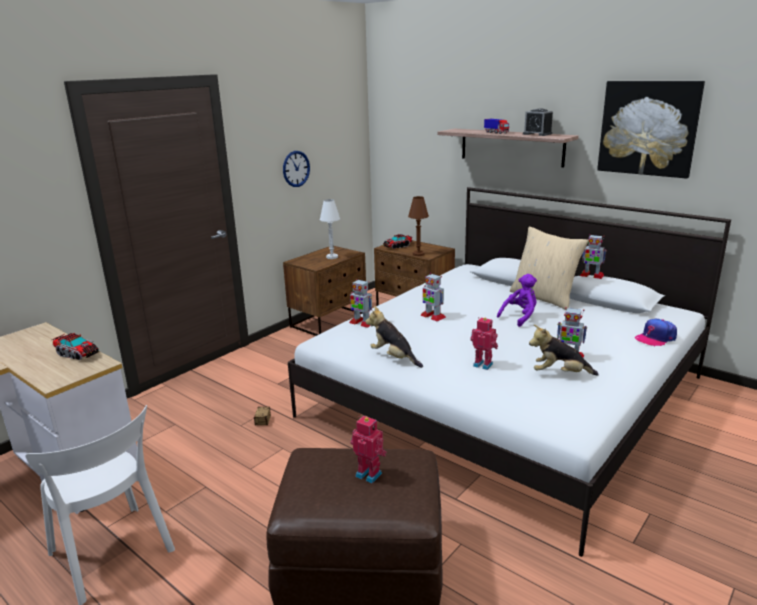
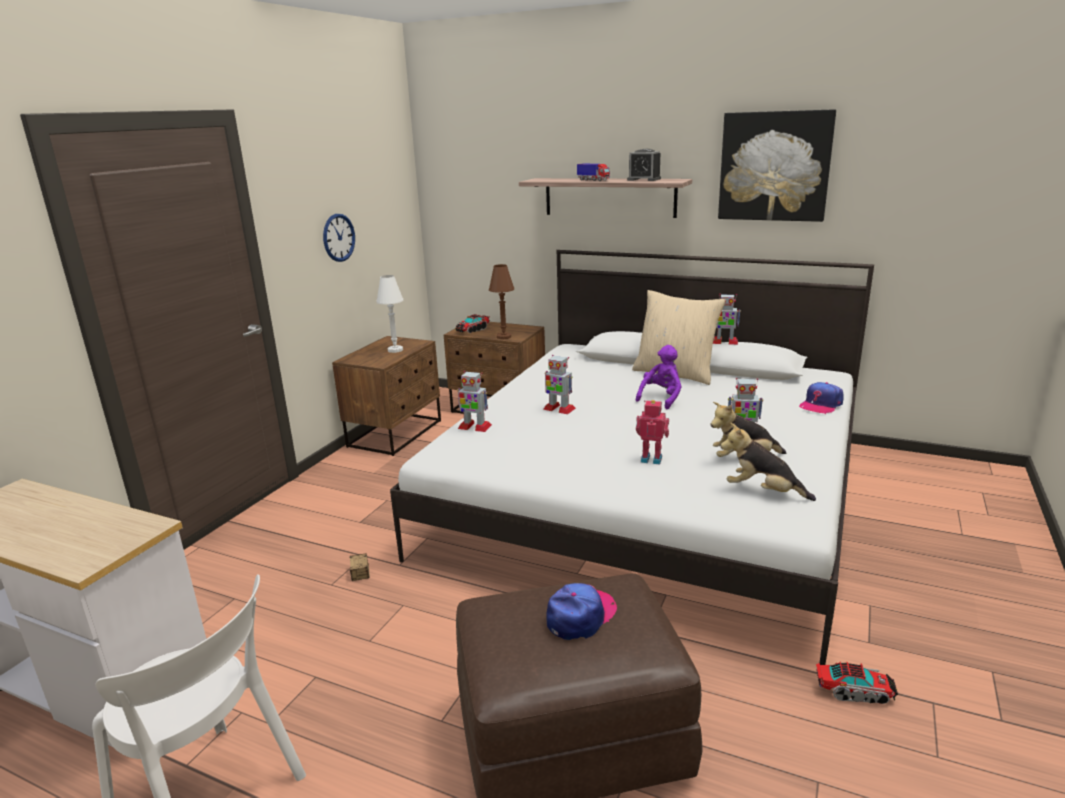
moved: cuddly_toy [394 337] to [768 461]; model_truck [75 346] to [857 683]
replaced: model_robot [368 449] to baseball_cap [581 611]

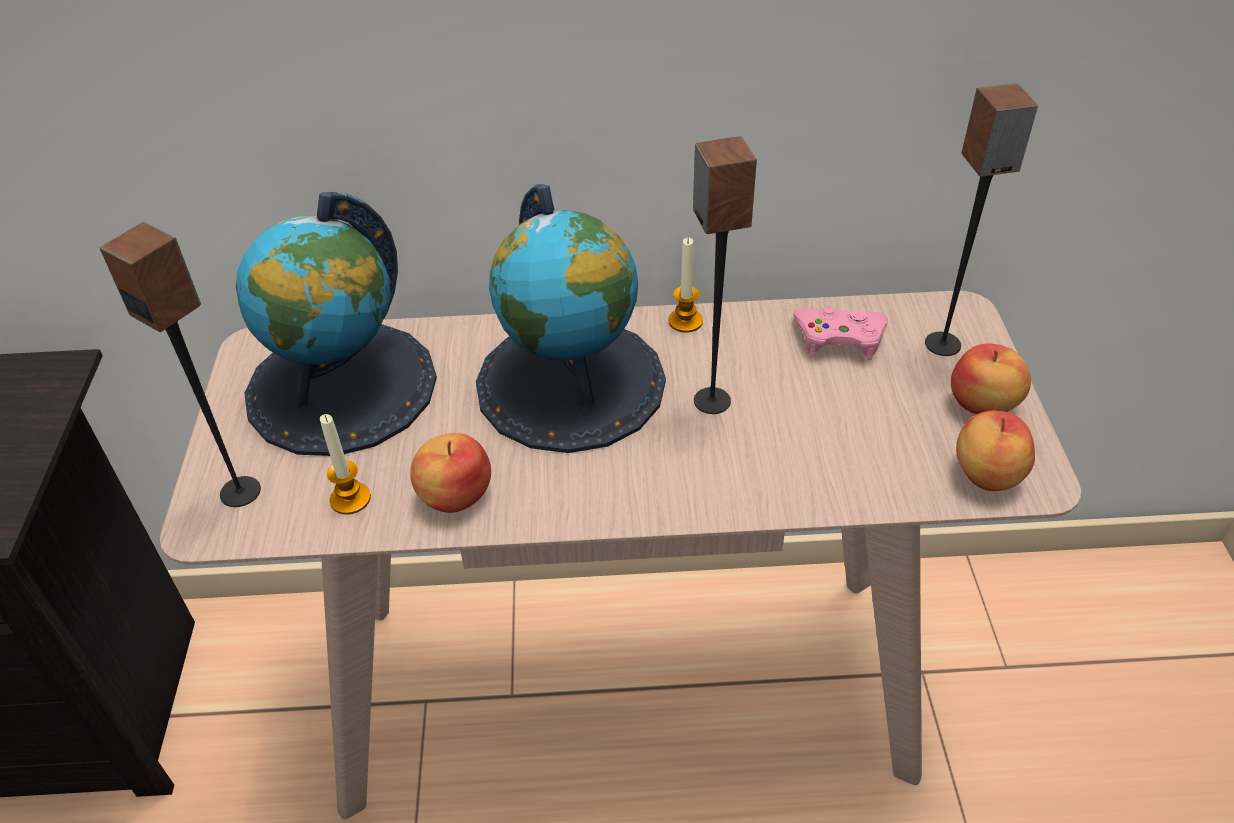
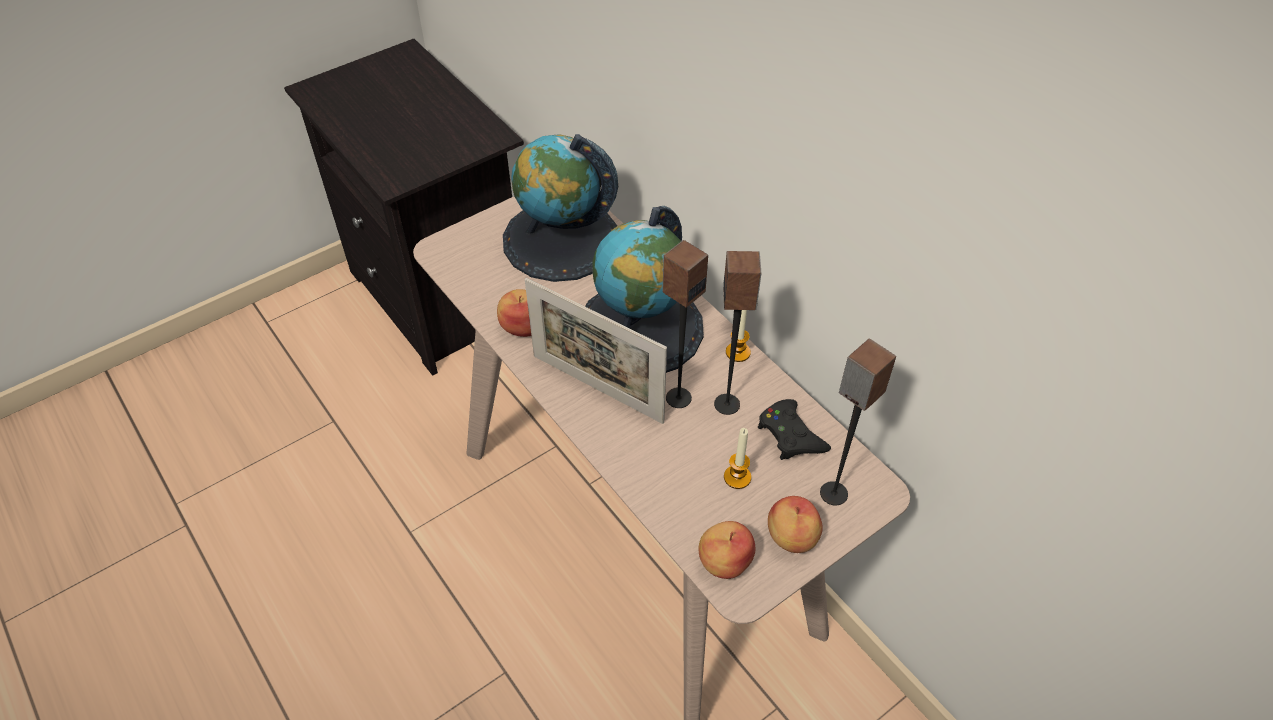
added: photo_frame [596 351]
moved: loudspeaker [180 364] to [738 333]; wax_light [345 464] to [737 458]
recoloured: pinkish_game_controller [840 333] to black-coloured_game_controller [794 429]

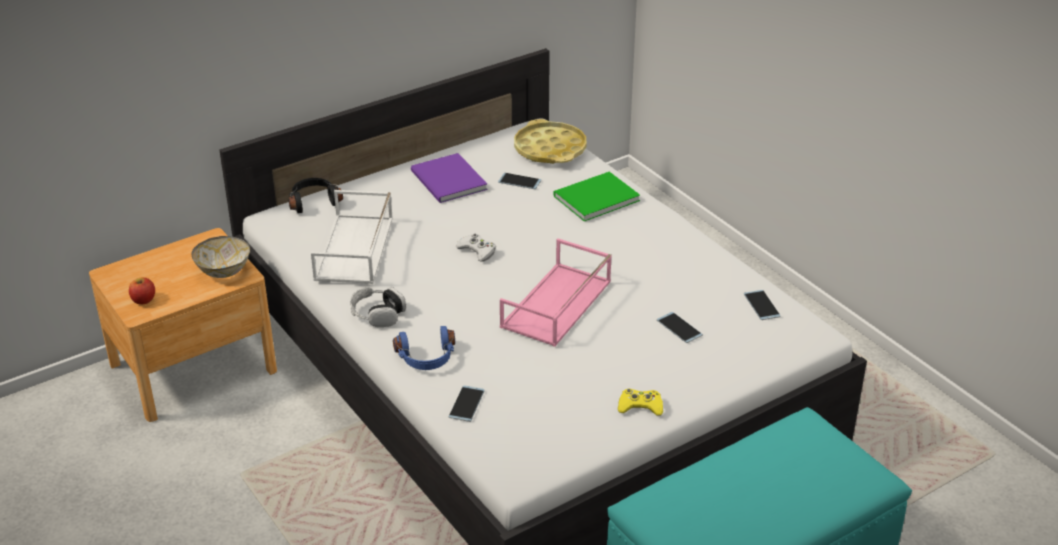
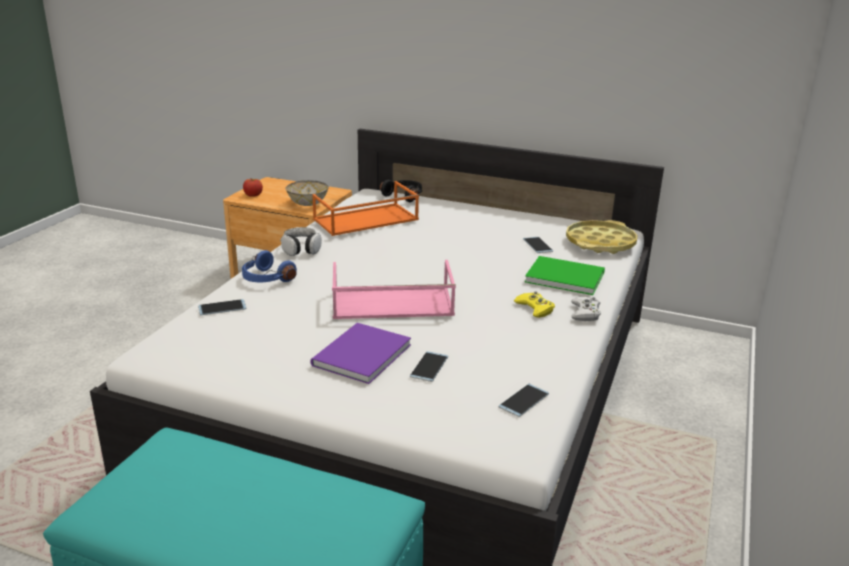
moved: purple_bound_book [449 178] to [361 353]; white-coloured_game_controller [475 248] to [586 308]; yellow_game_controller [640 402] to [534 304]
recoloured: white-coloured_serving_tray [352 237] to orangey_serving_tray [365 208]

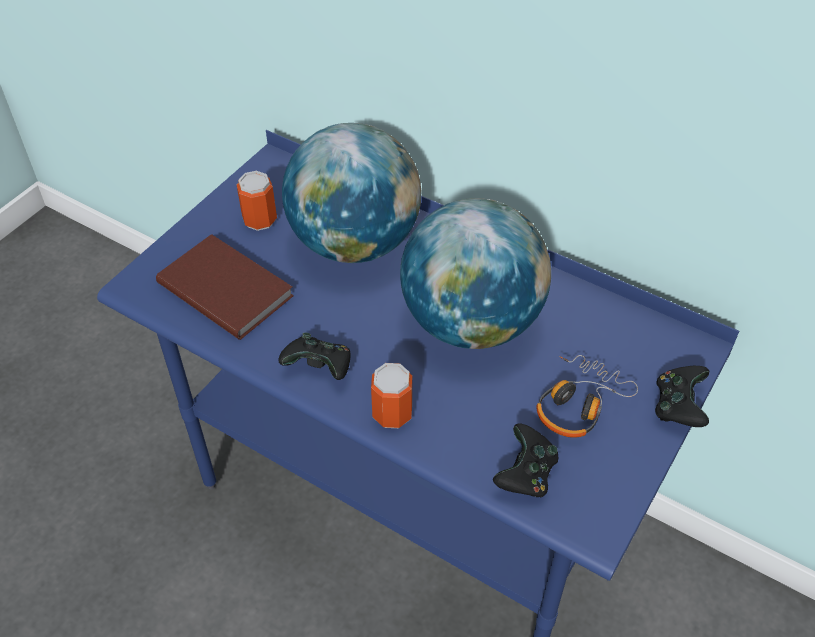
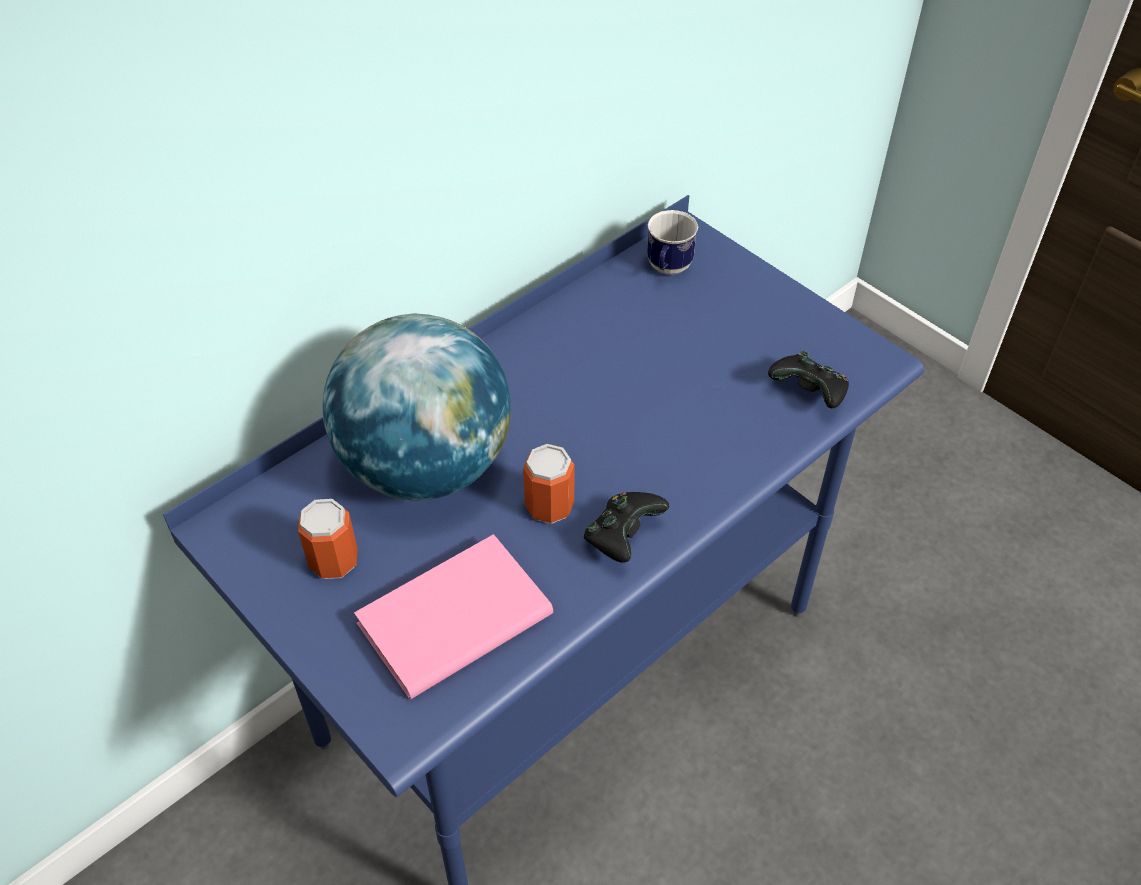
removed: world_globe [475 273]; headphones [587 396]; black-coloured_game_controller [682 396]
added: mug [672 242]
moved: metal_can [391 395] to [548 484]
recoloured: brownish_bound_book [225 287] to pinkish_bound_book [453 617]

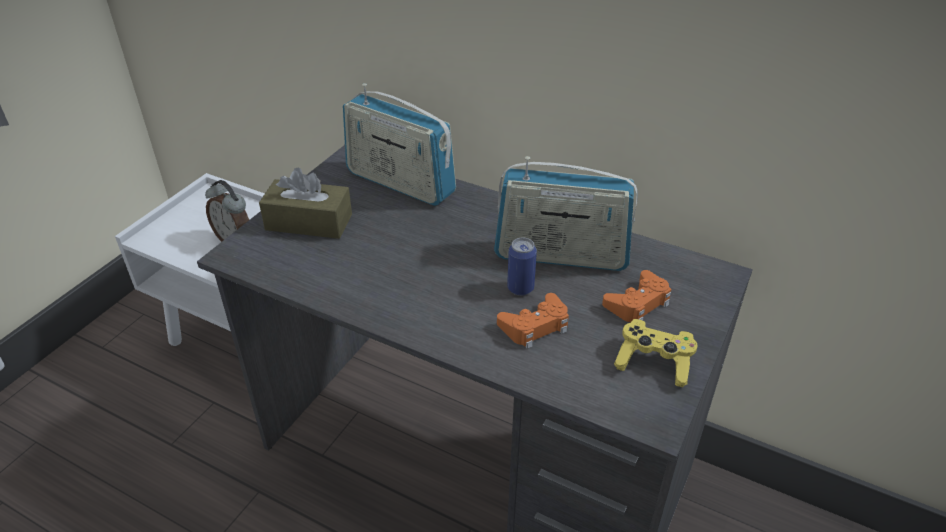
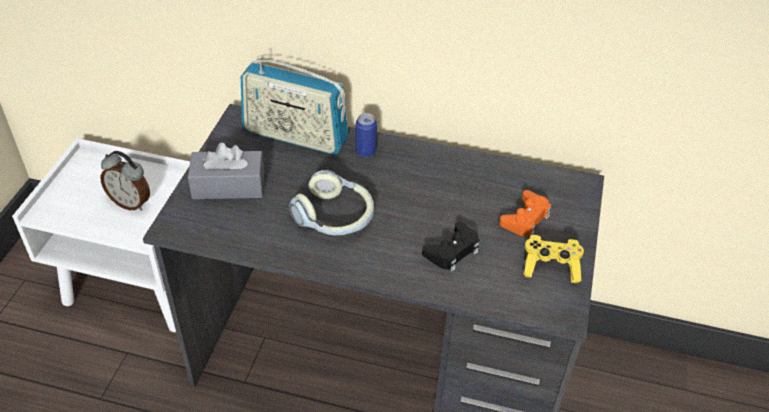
removed: radio_set [566 213]
added: headphones [331 202]
moved: metal_can [522 267] to [366 135]
recoloured: brownish_box_of_tissues [305 203] to gray_box_of_tissues [226 171]; orangey_game_controller [533 321] to black-coloured_game_controller [450 247]

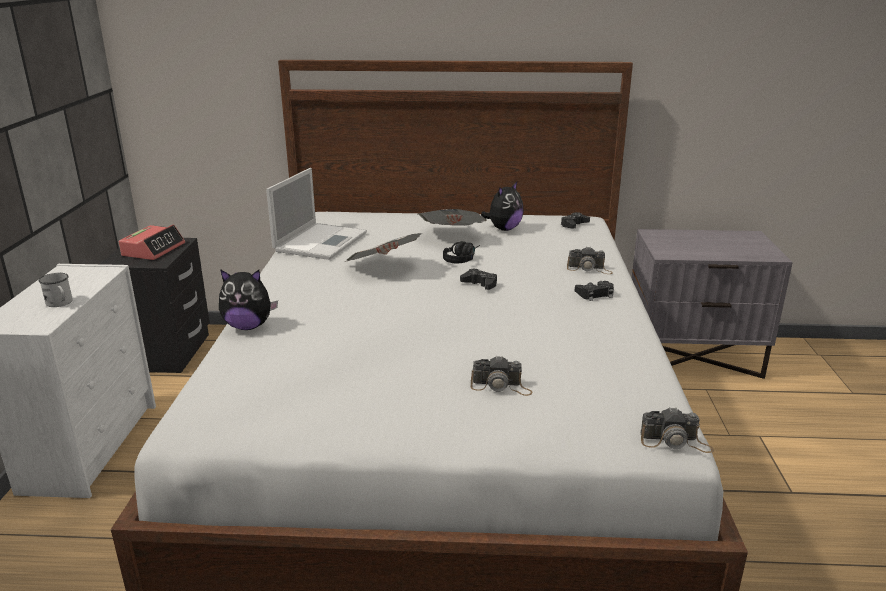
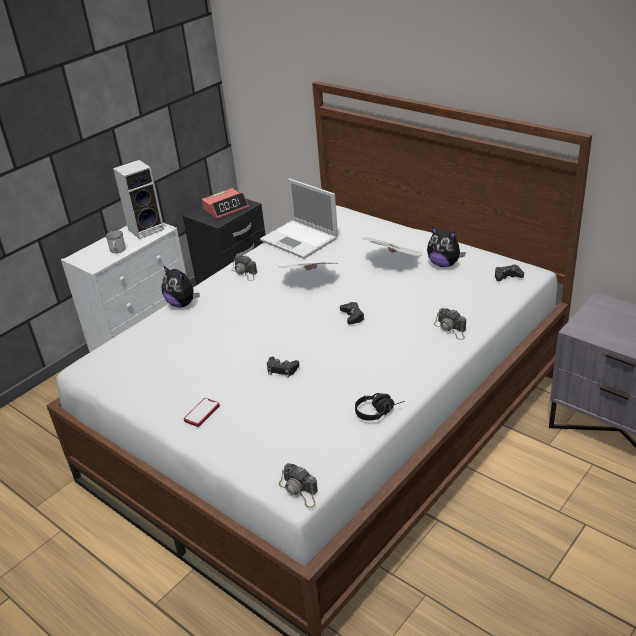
added: loudspeaker [138 199]; phone [202 412]
moved: black-coloured_headphones [461 252] to [380 407]; black-coloured_game_controller [594 291] to [283 367]; still_camera [501 375] to [244 268]
turned: notebook_computer [316 214] = [299 219] 75 degrees clockwise; cuddly_toy [502 206] = [446 246] 45 degrees clockwise

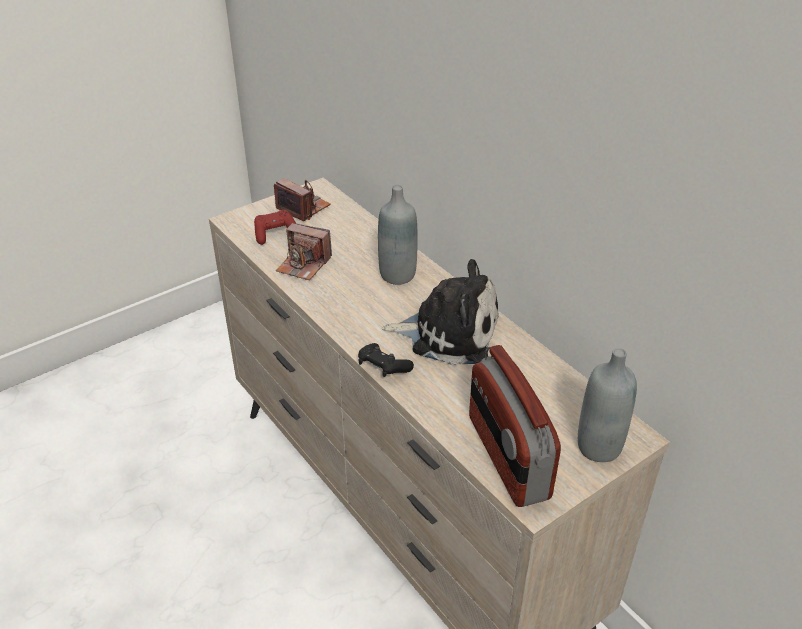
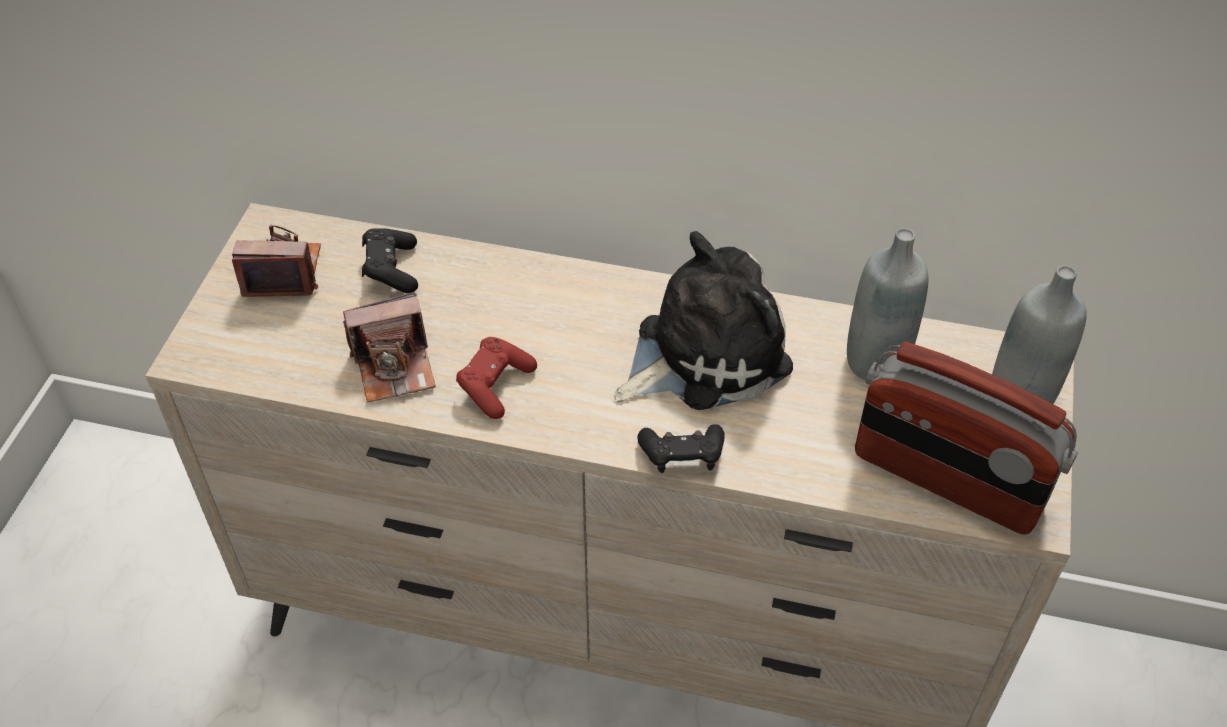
added: black-coloured_game_controller [390 260]
moved: gray_bottle [398 235] to [887 304]; red-coloured_game_controller [275 227] to [496 378]

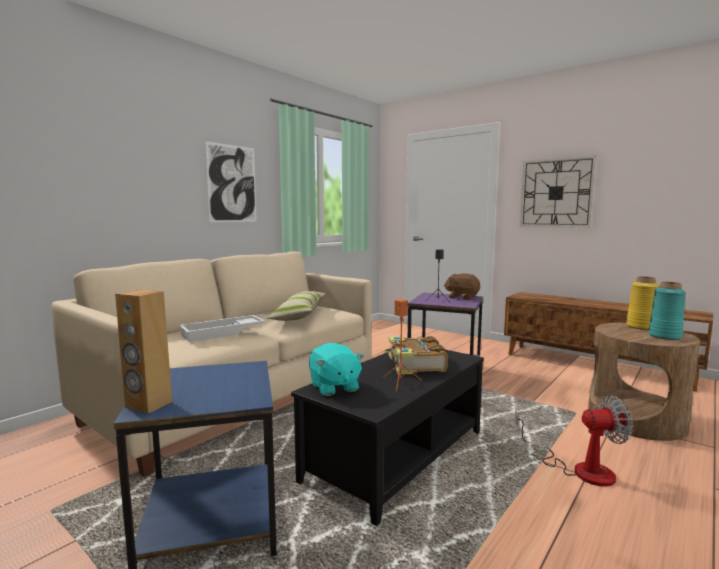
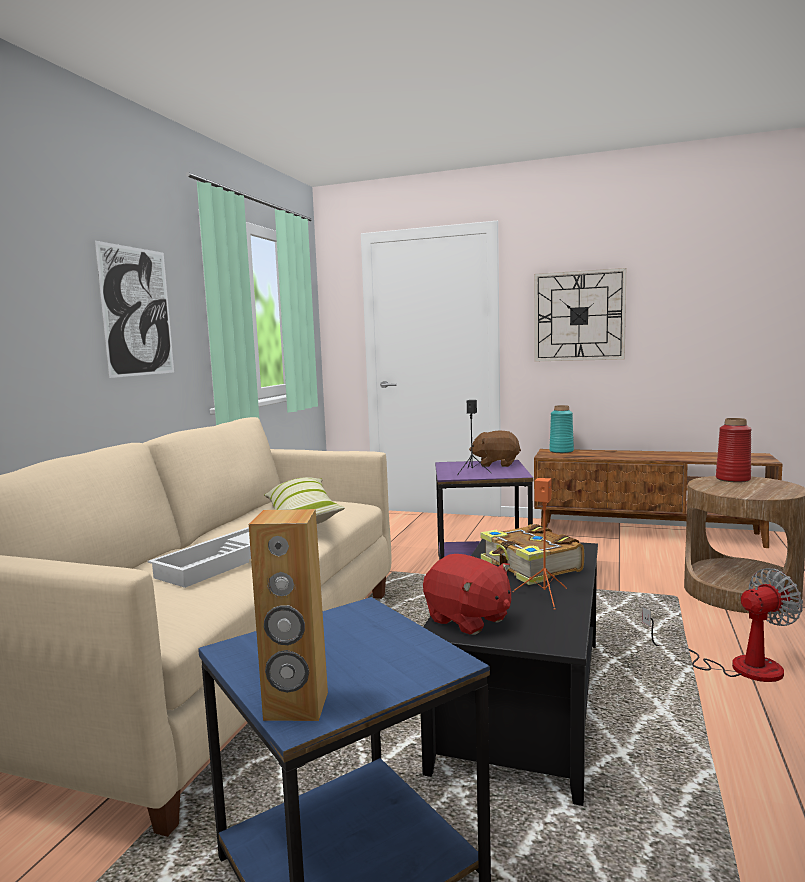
moved: turquoise-coloured_vase [667 311] to [561 429]
recoloured: yellow_vase [643 303] to red-coloured_vase [733 450]; turquoise-coloured_cuddly_toy [336 369] to red-coloured_cuddly_toy [467 594]

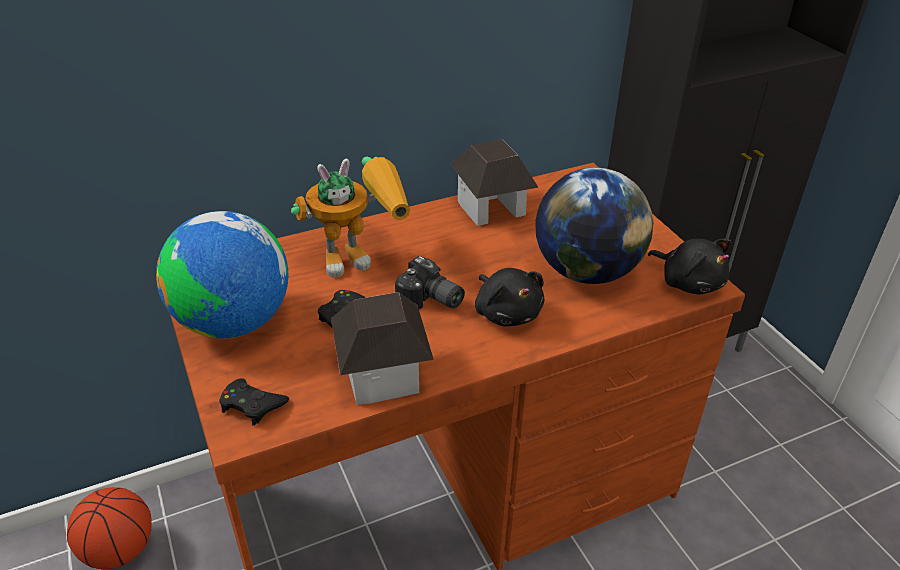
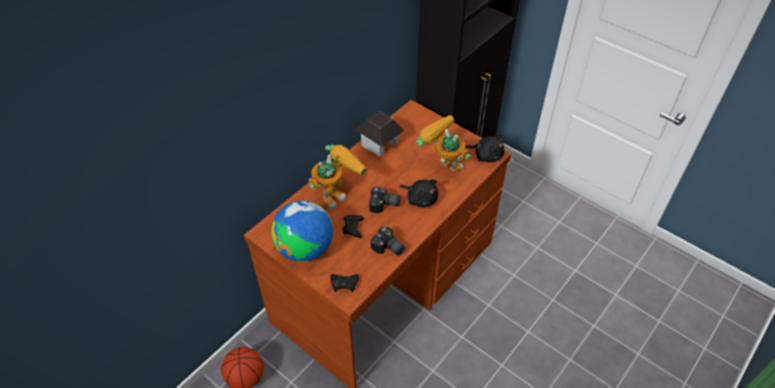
replaced: world_globe [594 225] to model_robot [443 143]; miniature_house [382 348] to still_camera [388 241]

